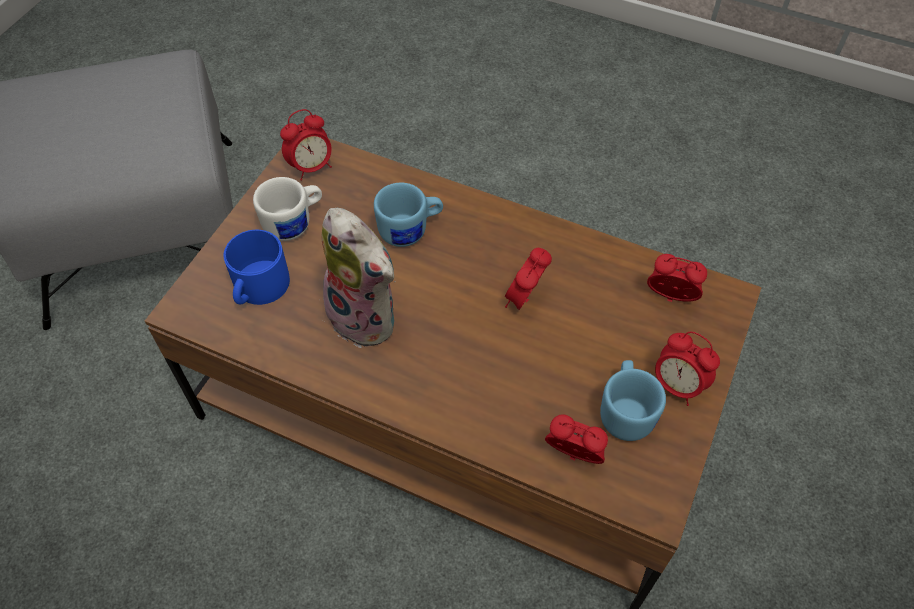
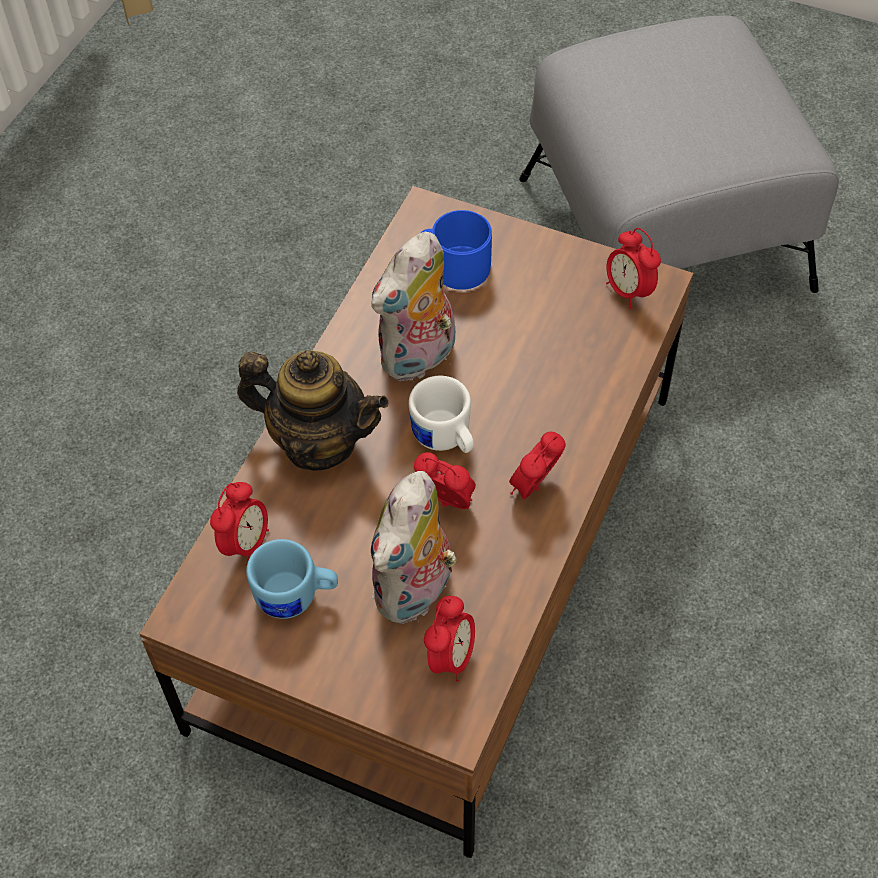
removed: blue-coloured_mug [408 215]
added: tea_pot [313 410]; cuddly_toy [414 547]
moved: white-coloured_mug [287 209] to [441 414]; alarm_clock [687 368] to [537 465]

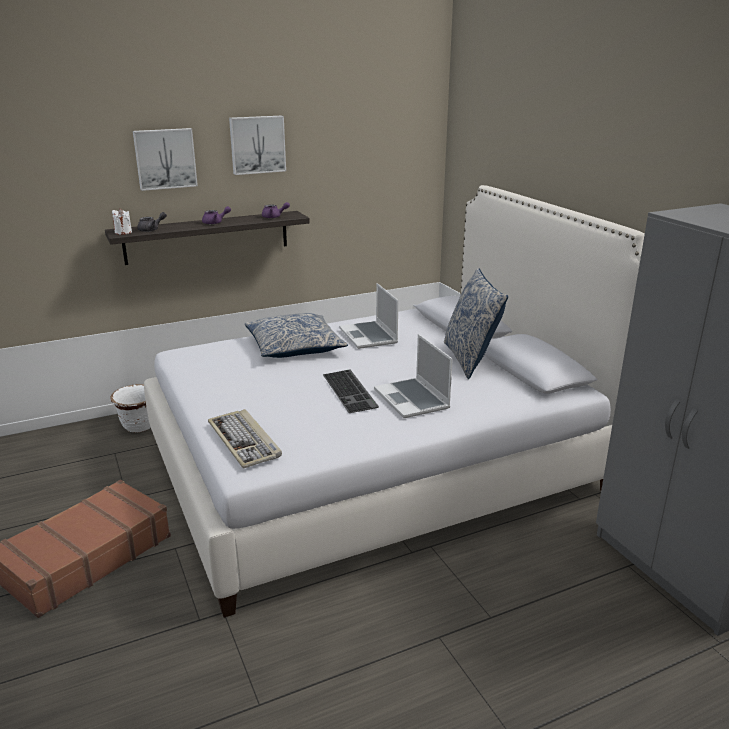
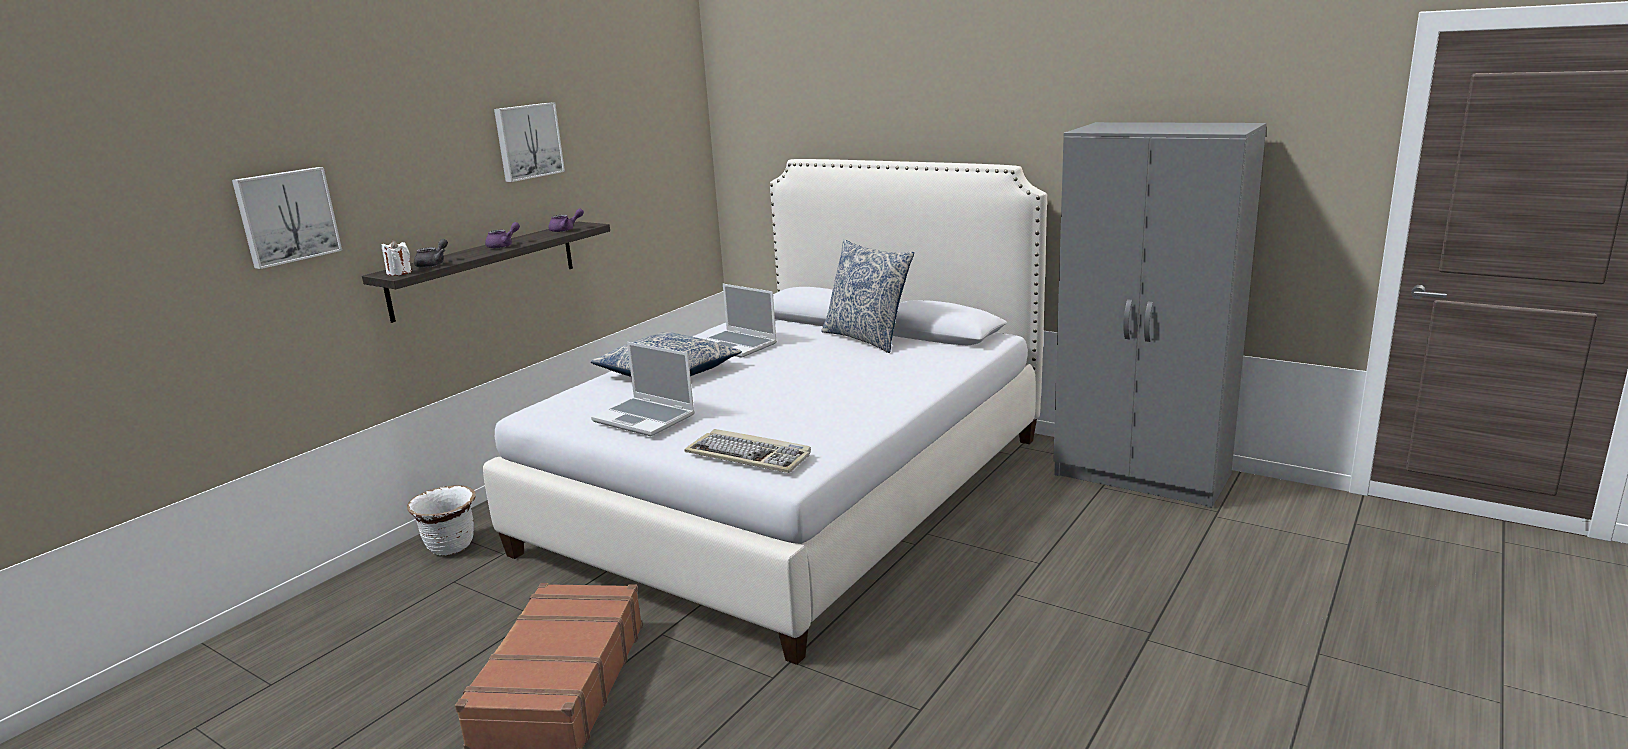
removed: keyboard [351 391]
moved: wall_art [165 159] to [287 218]; notebook_computer [413 376] to [643 389]

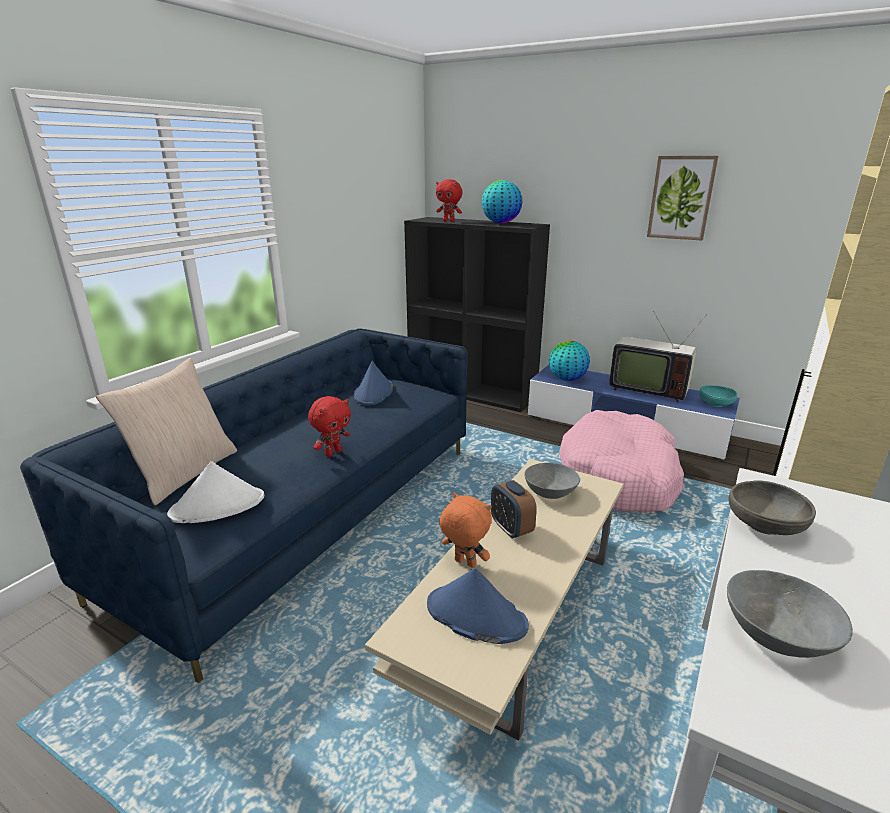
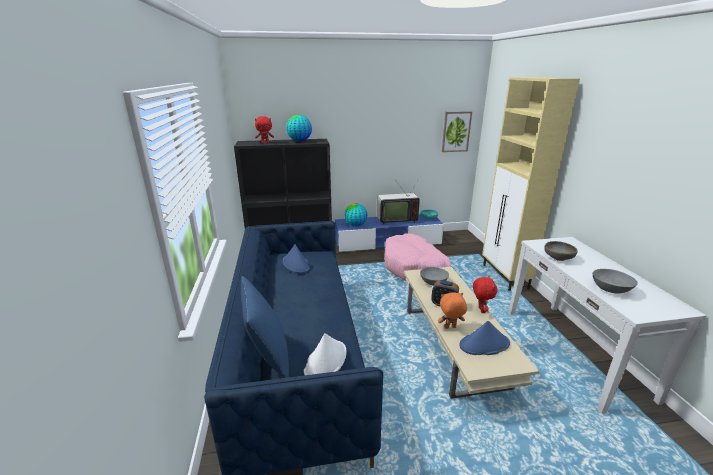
moved: wall_art [683 198] to [457 131]; red-coloured_cuddly_toy [329 426] to [485 294]
recoloured: beige_throw_pillow [166 431] to blue-coloured_throw_pillow [265 327]

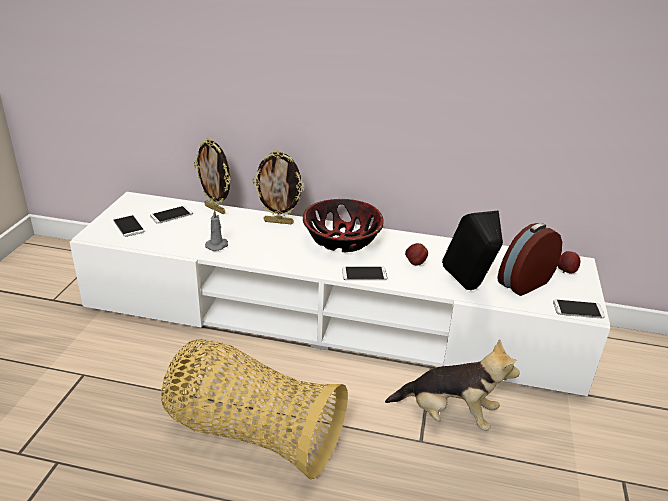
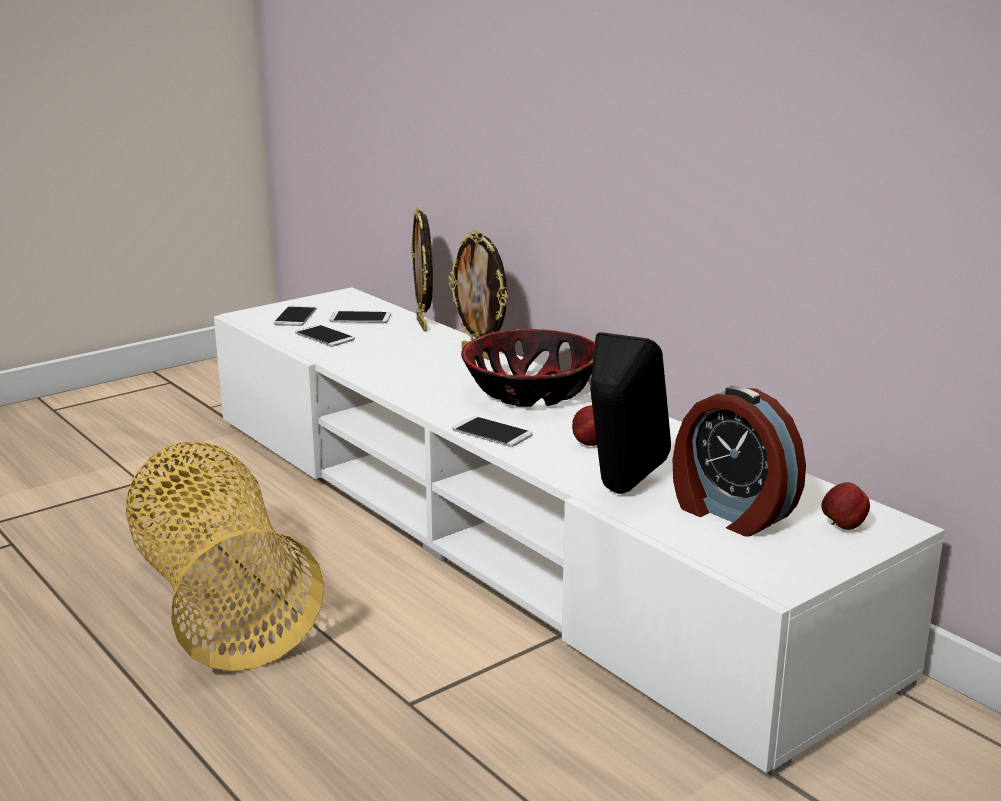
removed: gray_wax_light [216 230]; cuddly_toy [452 385]
moved: phone [579 309] to [325 335]
turned: alarm_clock [529 259] = [739 461] 135 degrees counterclockwise

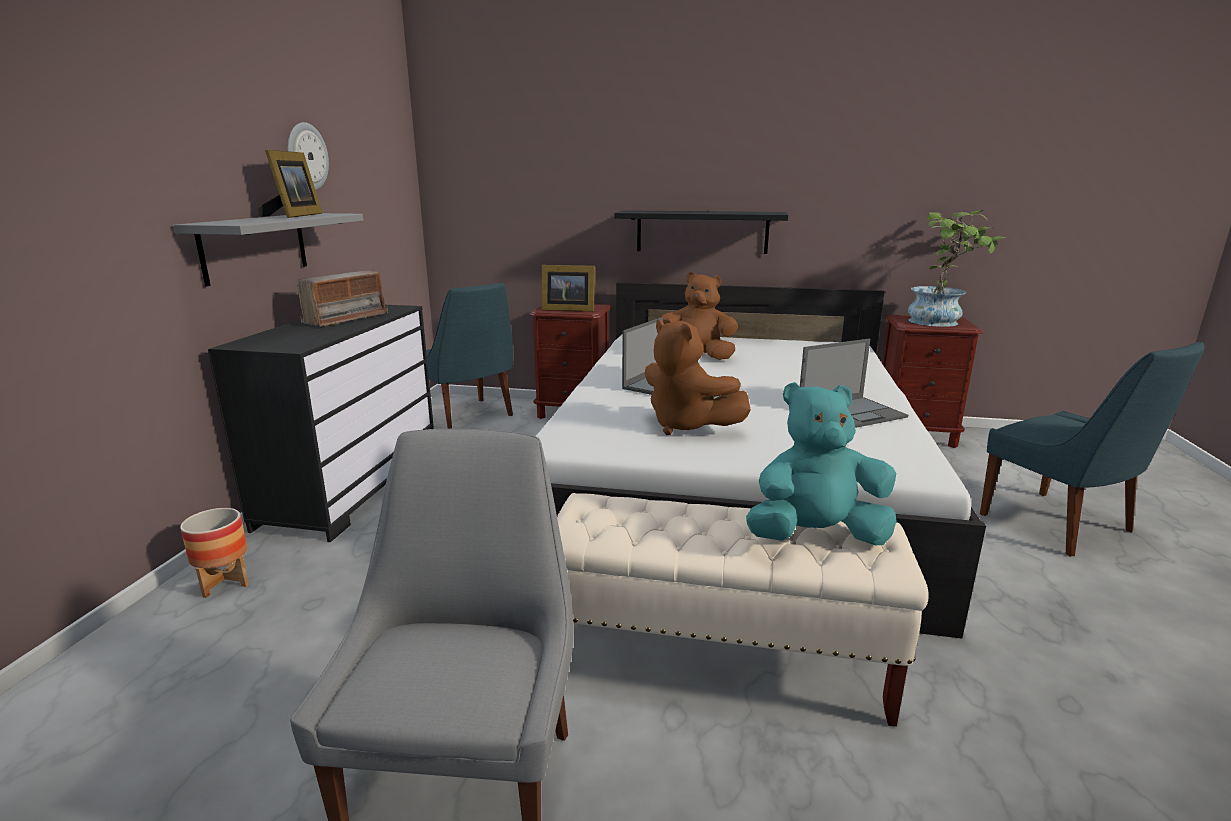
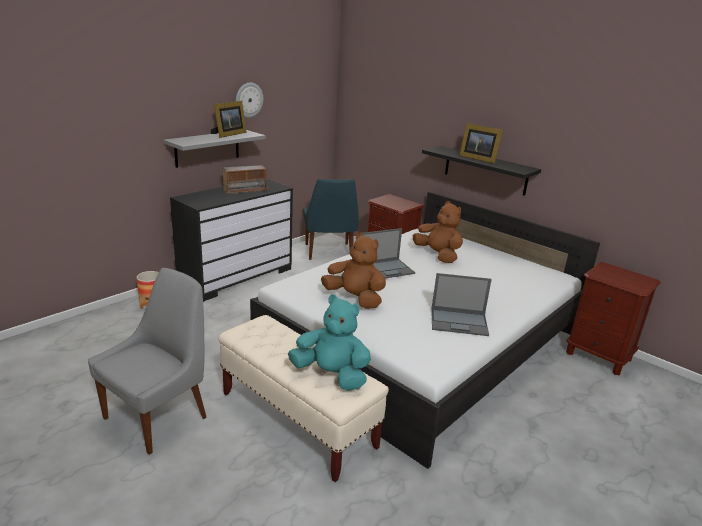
removed: plant_in_a_pot [958 268]; blue-coloured_upright_chair [1092 449]
moved: photo_frame [568 288] to [481 143]
turned: brownish_cuddly_toy [698 377] = [353 270] 135 degrees clockwise

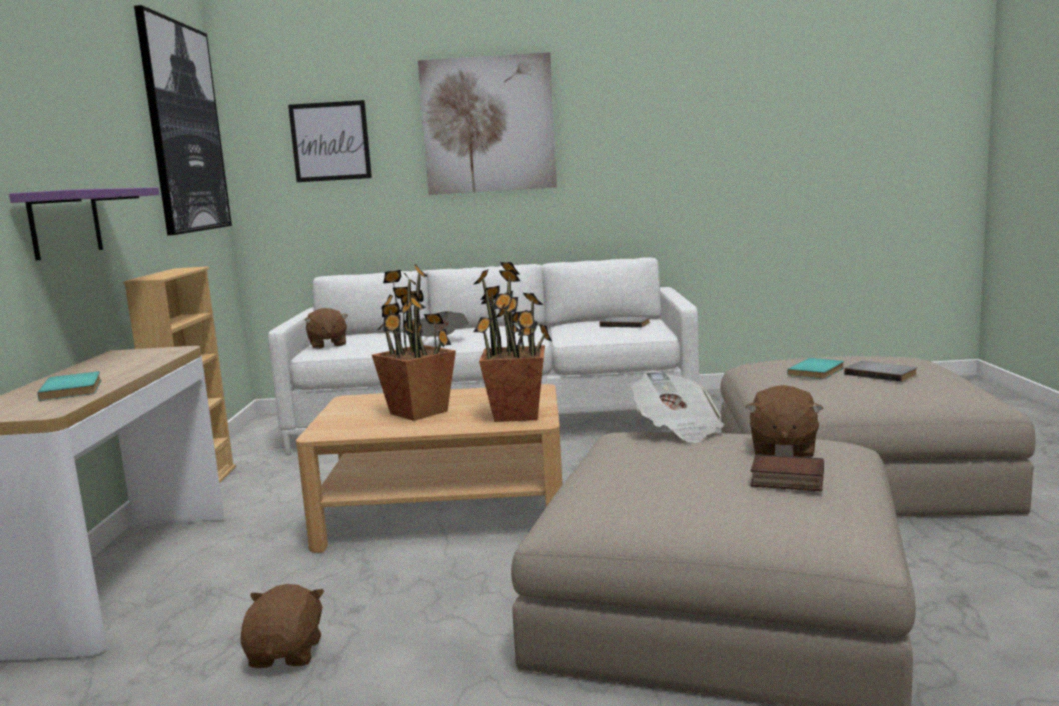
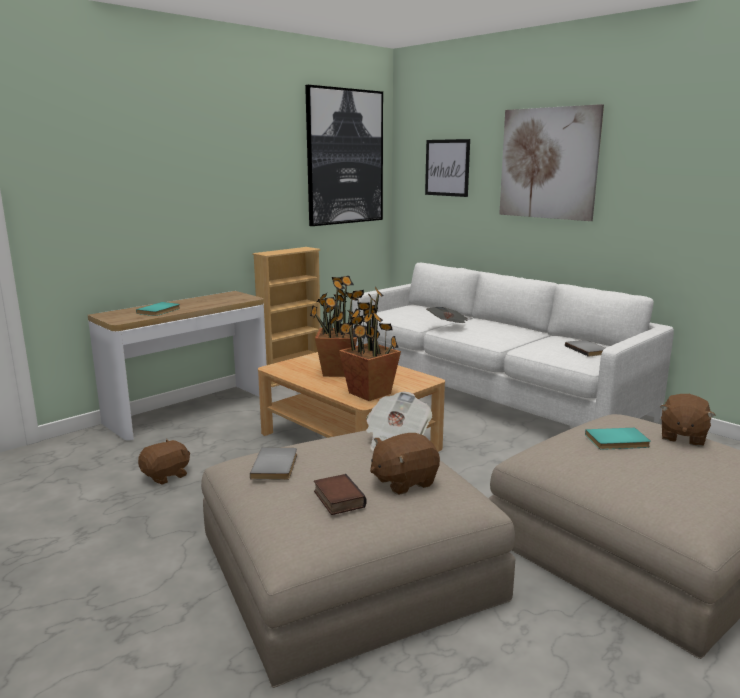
removed: purple_shelf [84 224]
moved: brownish_cuddly_toy [326 328] to [688 420]; gray_bound_book [880 371] to [273 463]

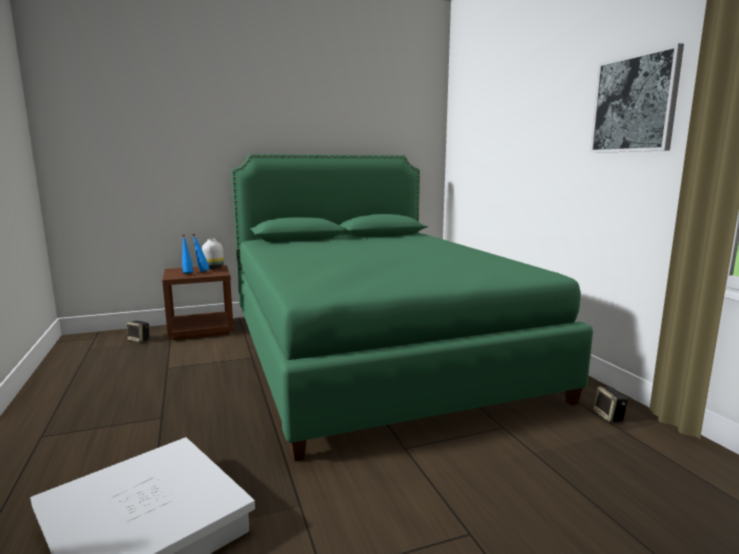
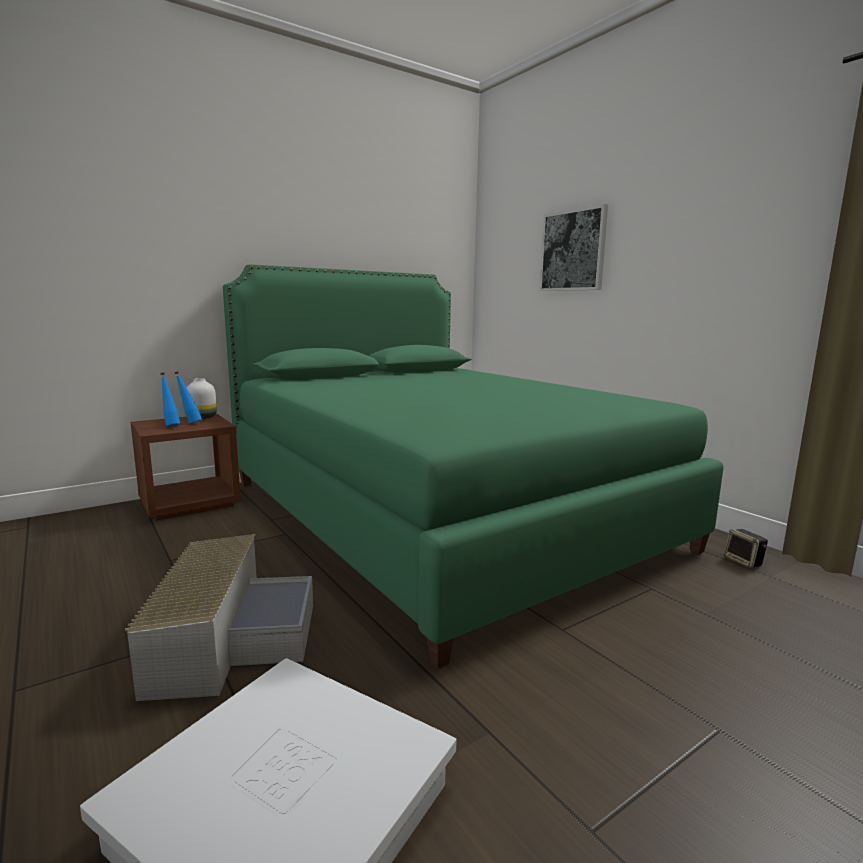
removed: loudspeaker [138 332]
added: gray_storage_bin [219 617]
moved: wall_art [637 98] to [573 247]

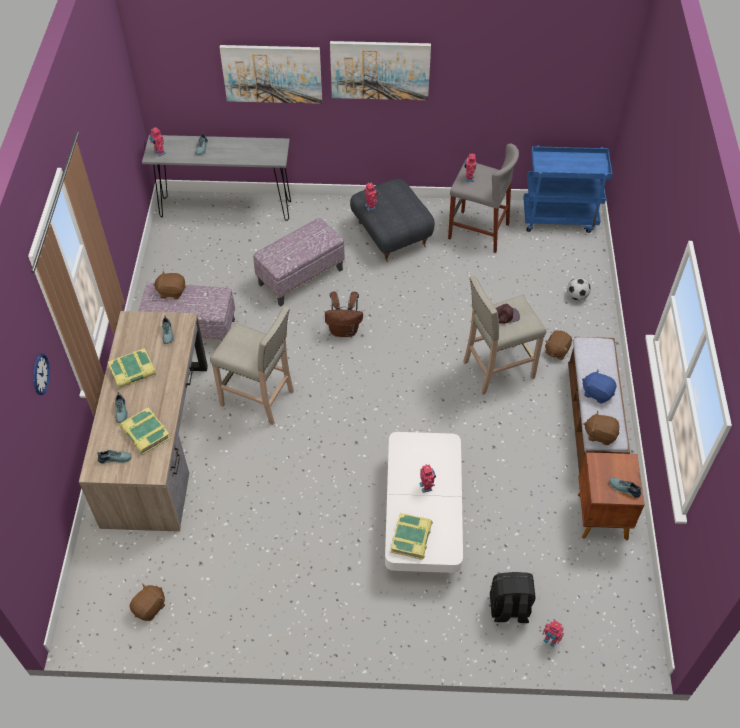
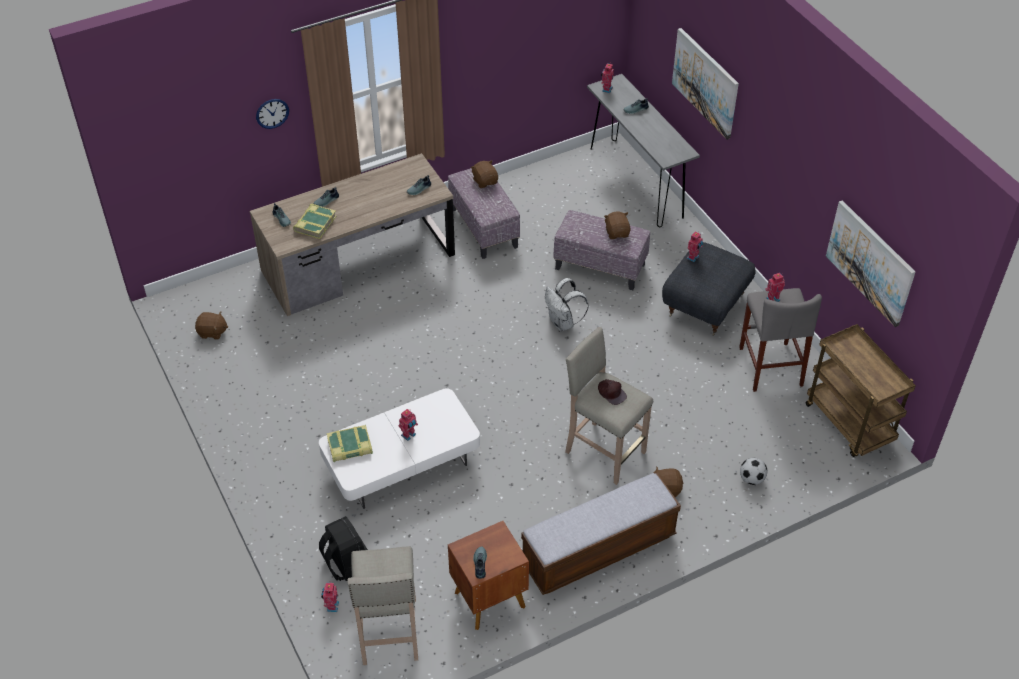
removed: bound_book [132 368]; blue-coloured_cuddly_toy [599 387]
moved: wall_art [380 70] to [870 264]; beige_sitting_stool [252 365] to [382 605]; brownish_cuddly_toy [601 428] to [617 225]
recoloured: blue-coloured_wheeled_cart [567 189] to brownish_wheeled_cart [861 390]; brownish_rucksack [344 314] to white-coloured_rucksack [566 304]

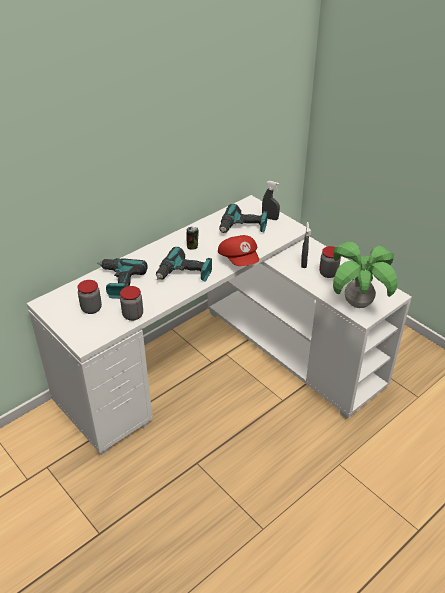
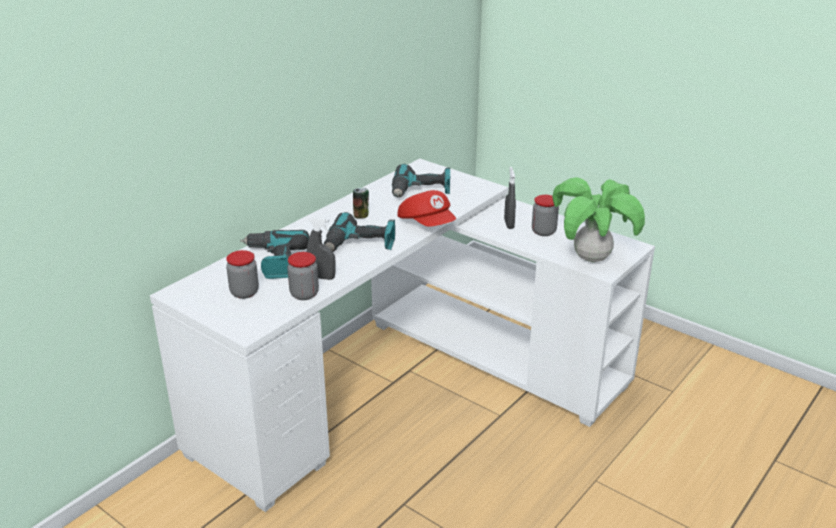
moved: gray_spray_bottle [271 200] to [321 248]

